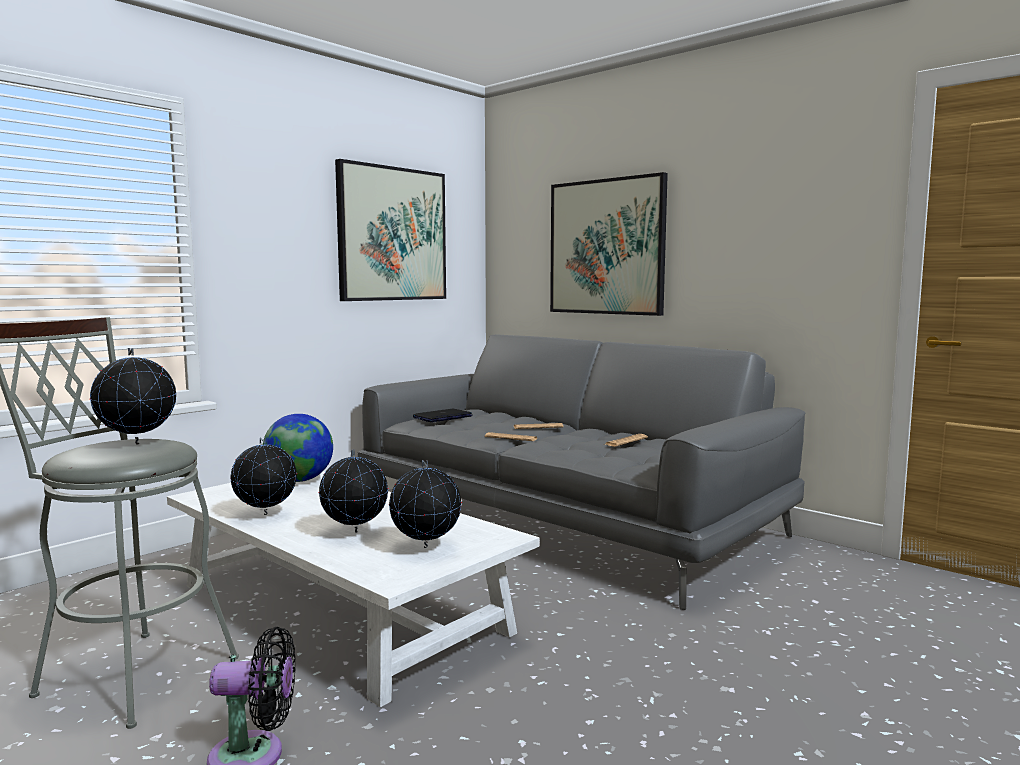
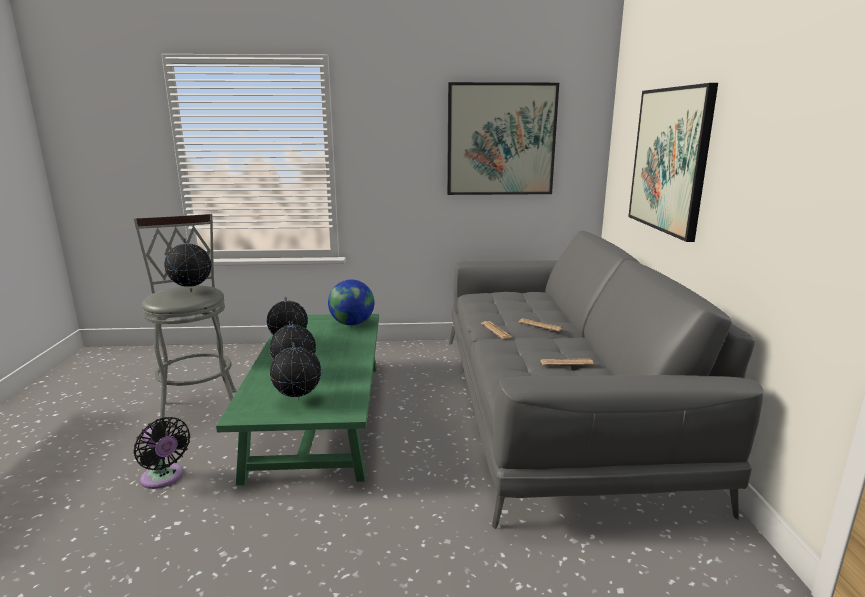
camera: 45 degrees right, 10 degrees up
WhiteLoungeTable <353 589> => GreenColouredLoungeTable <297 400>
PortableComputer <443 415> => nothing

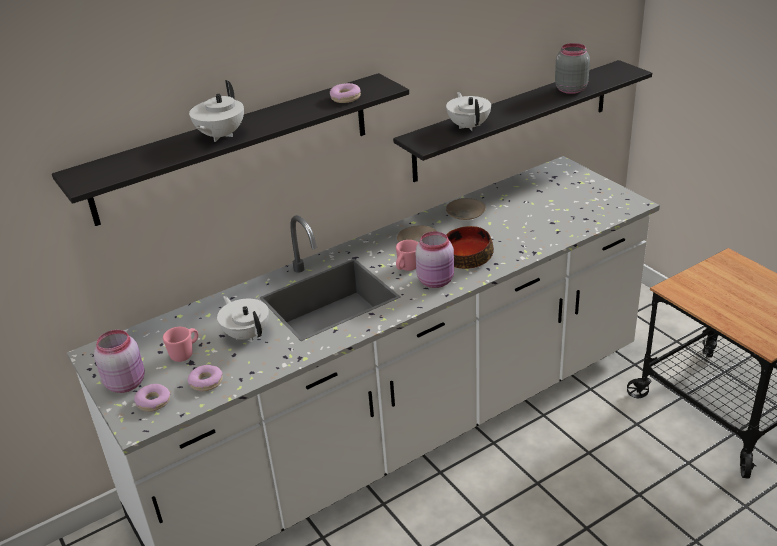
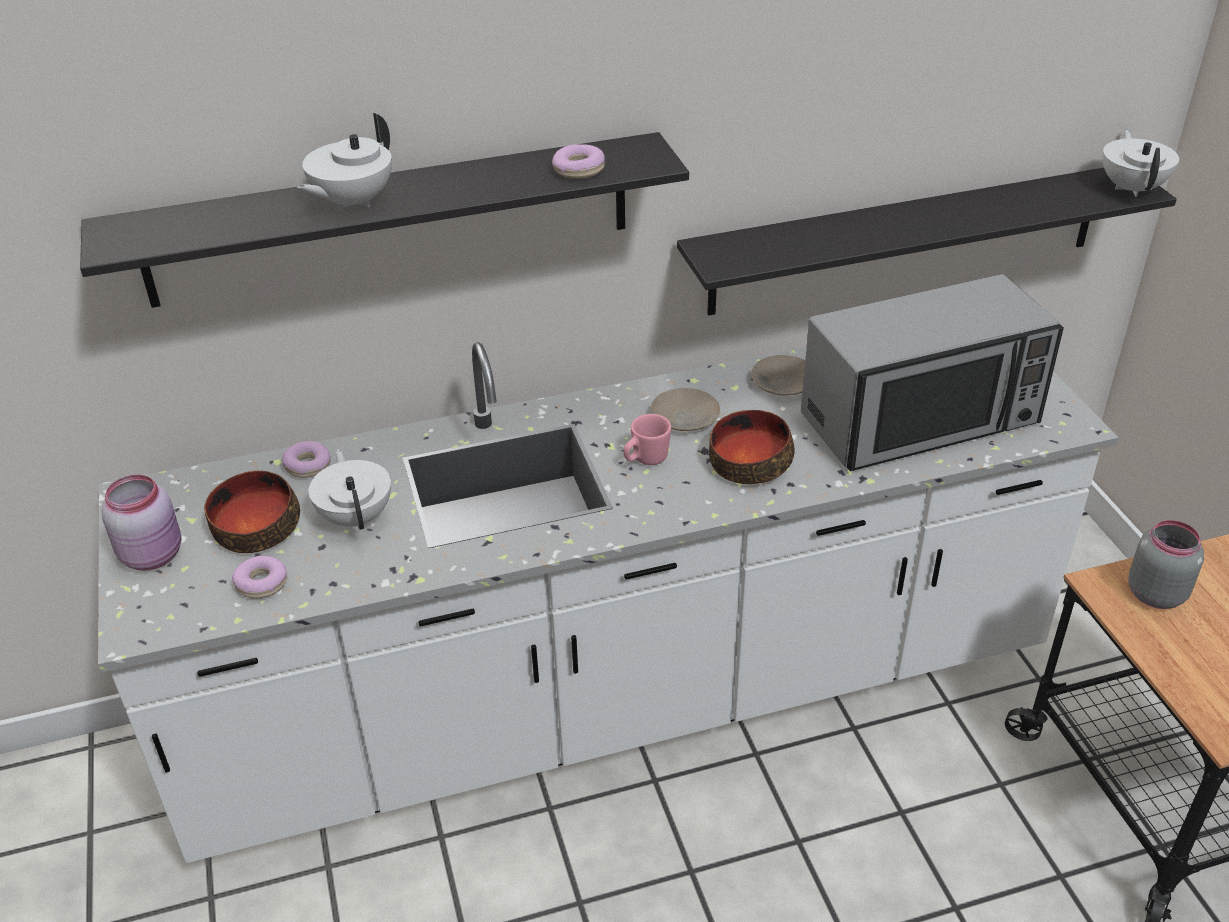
camera: 15 degrees right, 5 degrees up
PinkMug <180 344> => ServingBowl <252 512>
Doughnut <152 398> => Doughnut <306 459>, moved
nothing => KitchenMicrowave <932 372>
WhiteTeapot <468 111> => WhiteTeapot <1141 163>, moved
GreyPreserveJar <572 68> => GreyPreserveJar <1166 564>, moved
PinkPreserveJar <434 259> => nothing

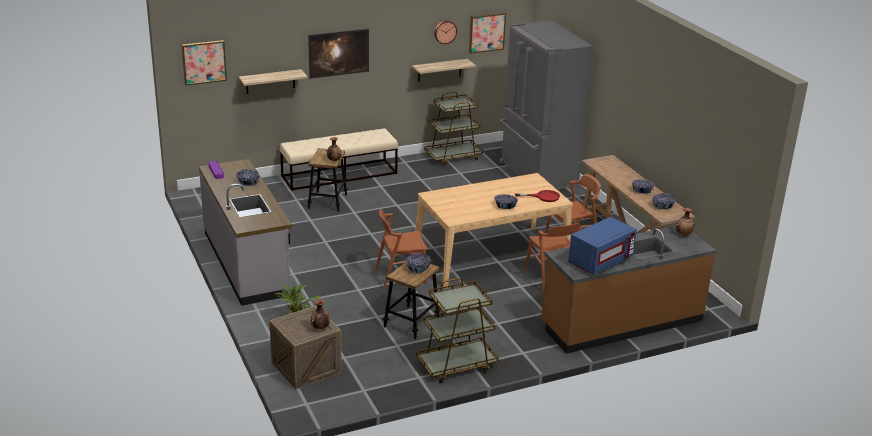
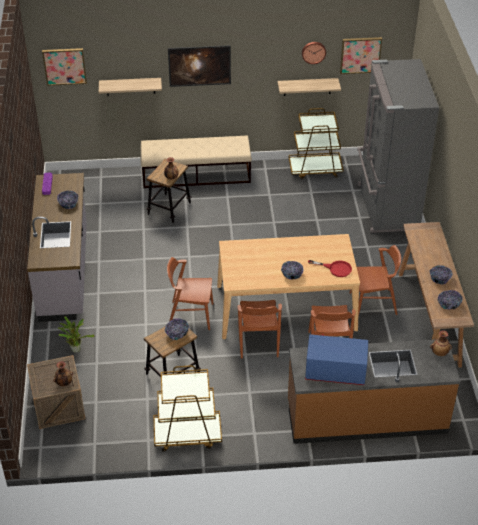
camera: 20 degrees right, 15 degrees up
nothing => BrownColouredChair <259 329>
BluishKitchenMicrowave <602 245> => BluishKitchenMicrowave <336 359>, 150 degrees counterclockwise

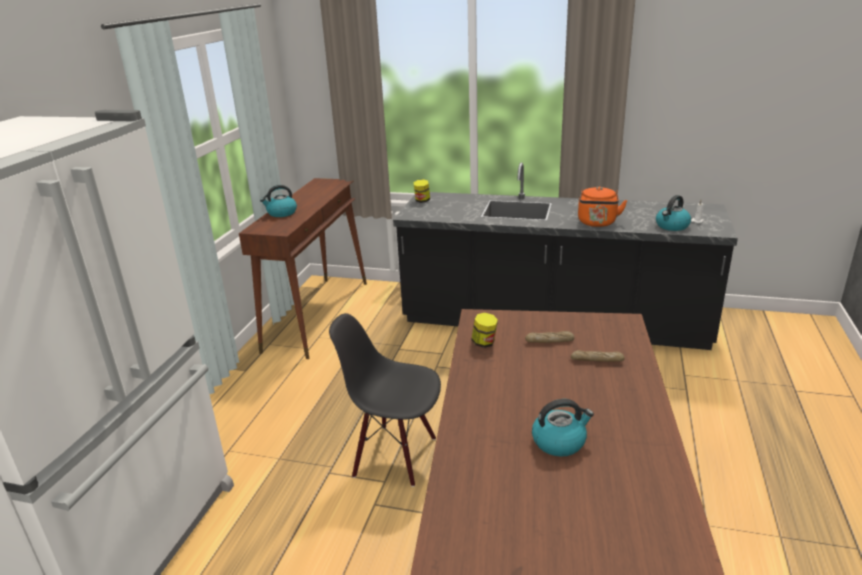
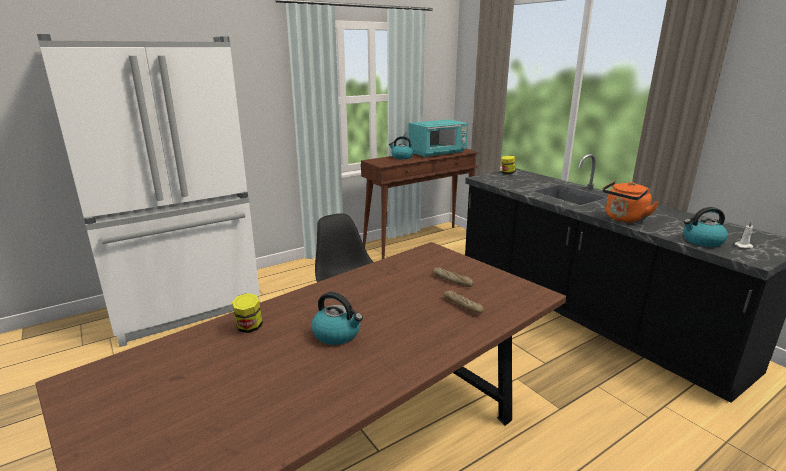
camera: 40 degrees right, 5 degrees down
PreserveJar <484 330> => PreserveJar <247 313>, moved
nothing => BlueGreenKitchenMicrowave <438 138>

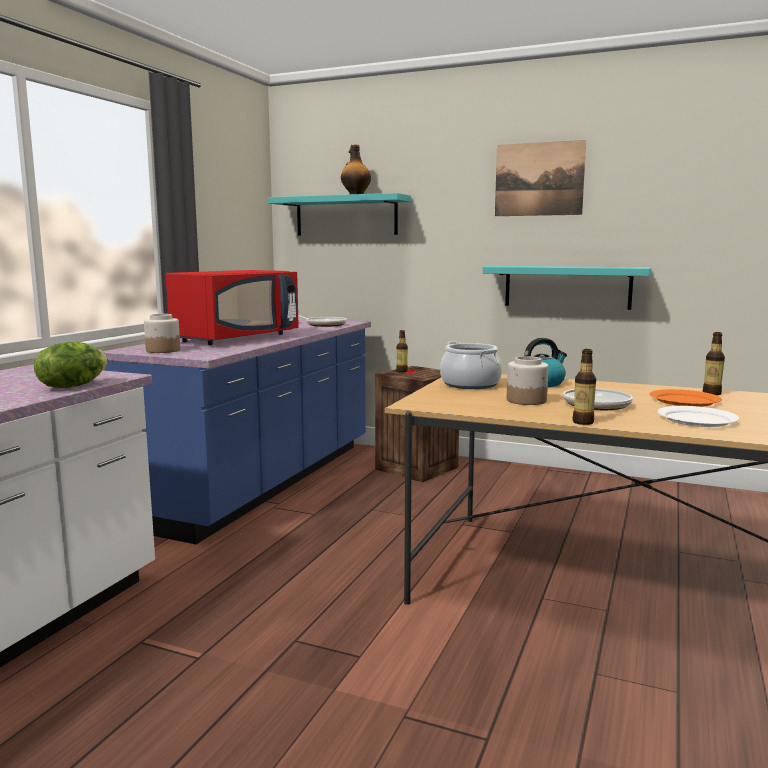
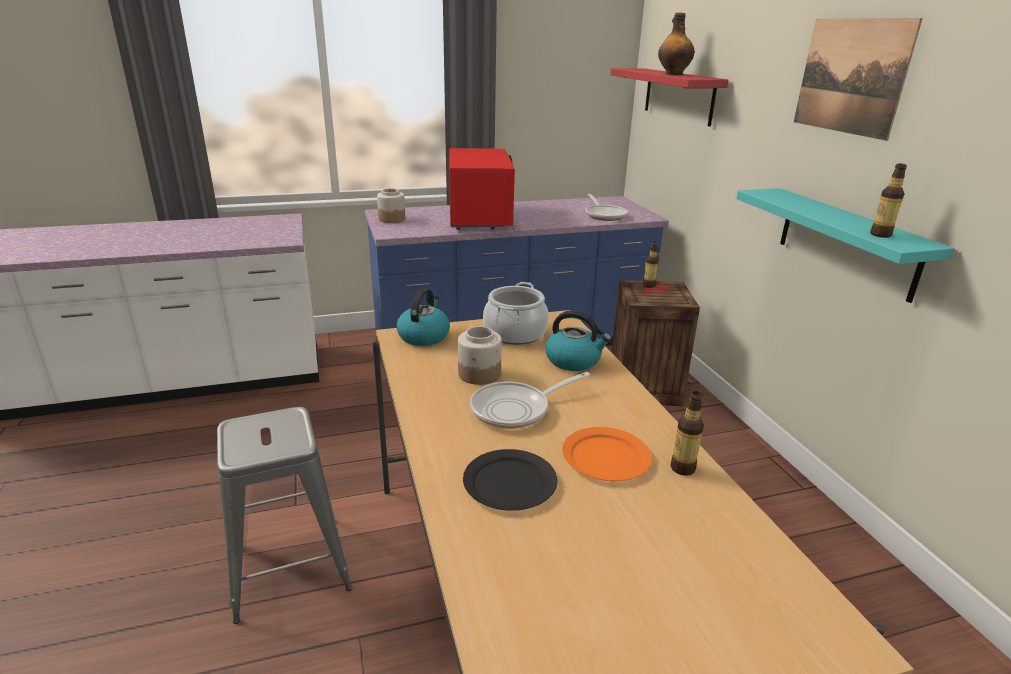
camera: 50 degrees right, 15 degrees up
nothing => GreySittingStool <284 515>
nothing => Kettle <423 317>
ReddishKitchenMicrowave <232 307> => ReddishKitchenMicrowave <482 189>, 90 degrees counterclockwise
WhitePlate <698 416> => BlackishPlate <510 480>
BlueGreenShelf <339 214> => ReddishShelf <669 97>
BeverageBottle <584 387> => BeverageBottle <888 200>, moved
Lettuce <71 365> => nothing

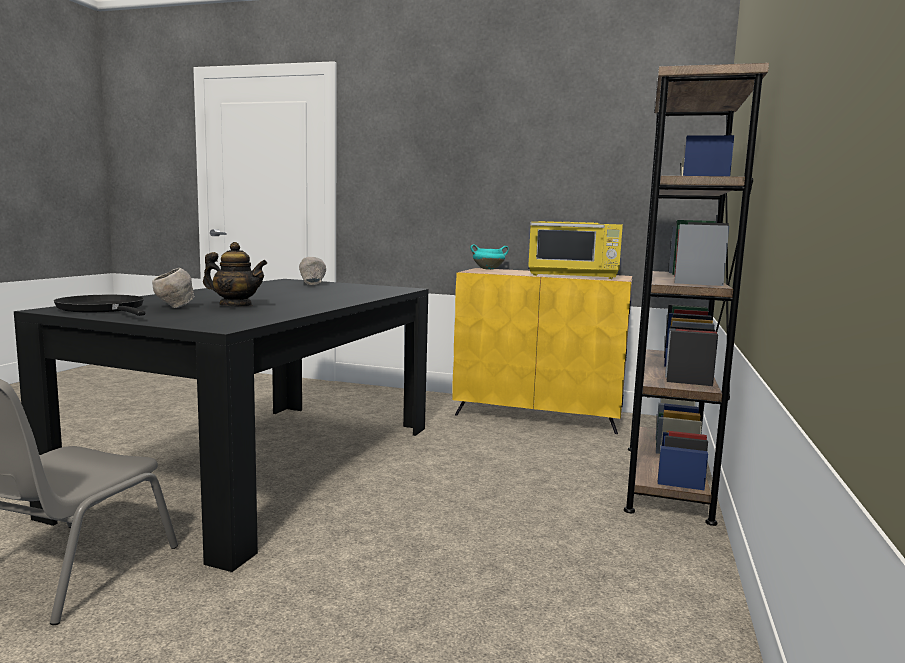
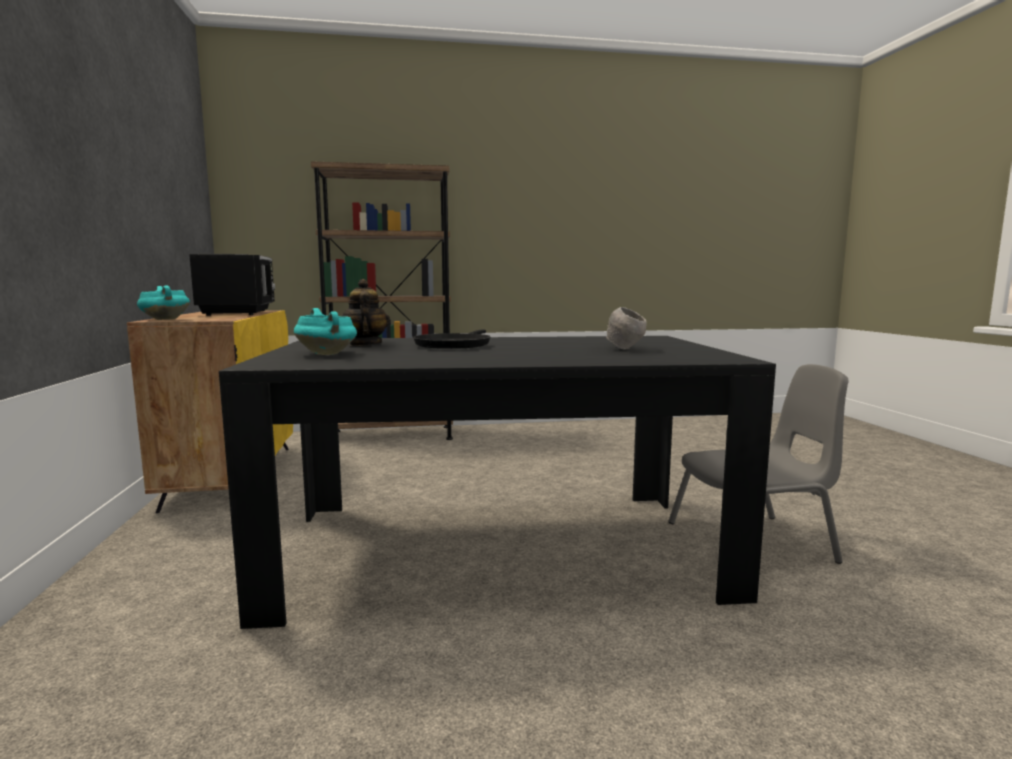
camera: 115 degrees left, 0 degrees up
YellowKitchenMicrowave <575 250> => BlackishKitchenMicrowave <232 285>
GreyServingBowl <312 271> => BlueGreenCookingPot <325 331>
Teapot <235 274> => Teapot <366 312>, moved
BlackishSkillet <99 305> => BlackishSkillet <452 339>, moved

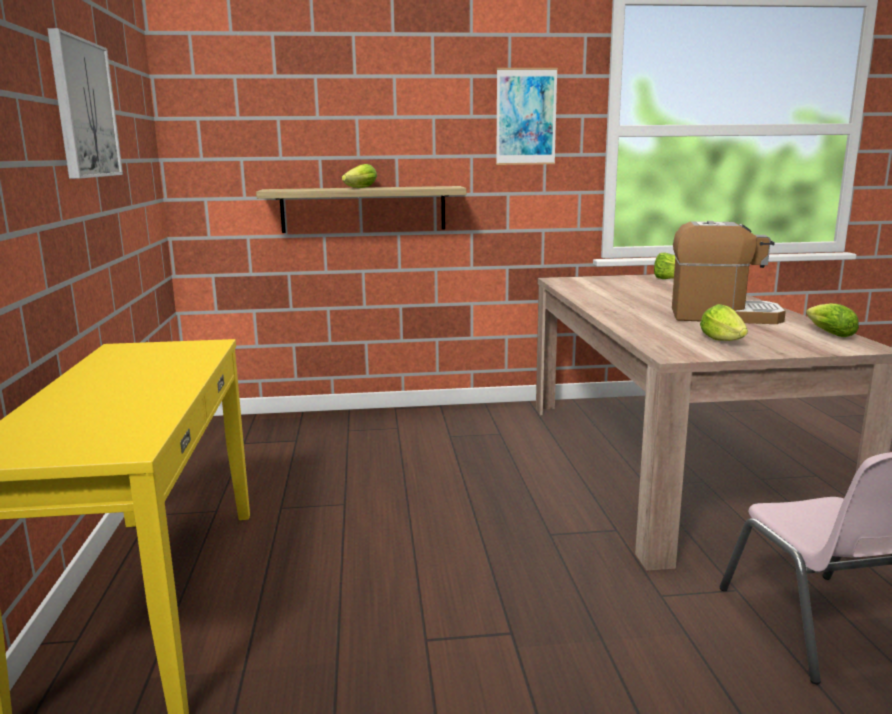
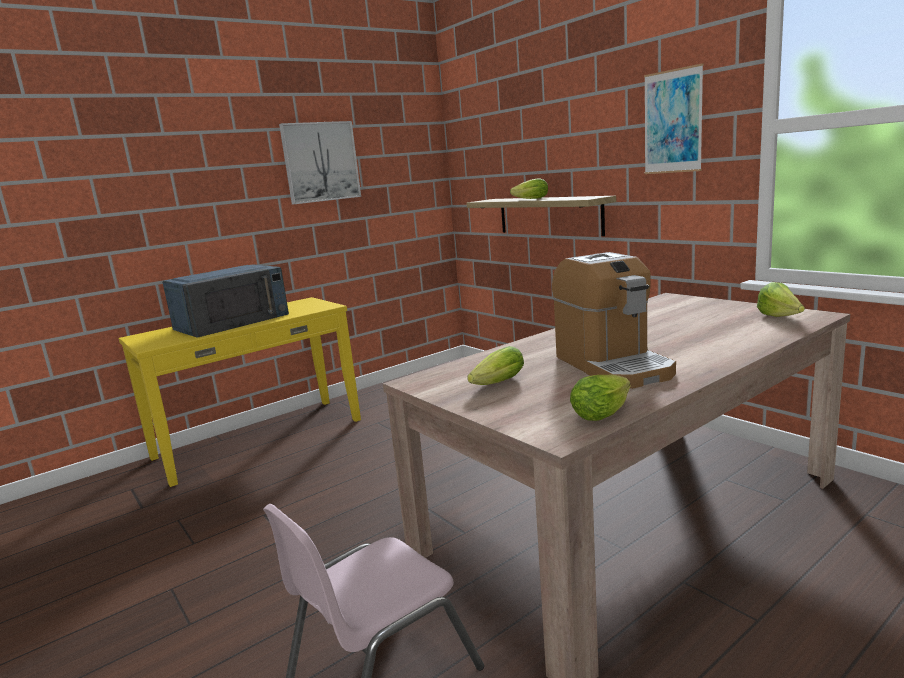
camera: 60 degrees right, 0 degrees up
nothing => BluishKitchenMicrowave <226 301>

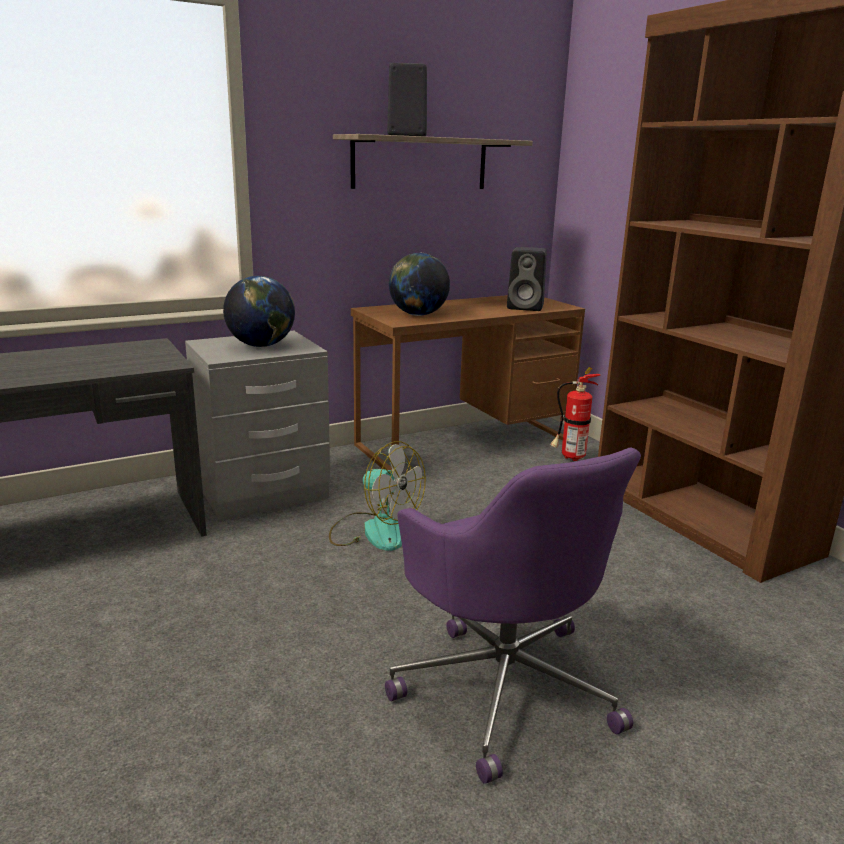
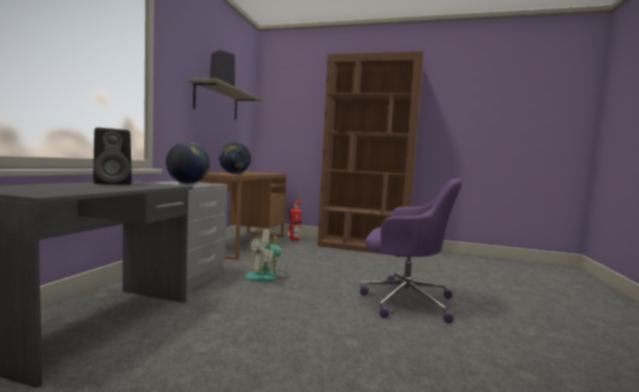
camera: 45 degrees left, 15 degrees down
BlackishSpeaker <527 279> => BlackishSpeaker <112 156>, moved
CoolingFan <377 496> => CoolingFan <267 254>, 150 degrees clockwise

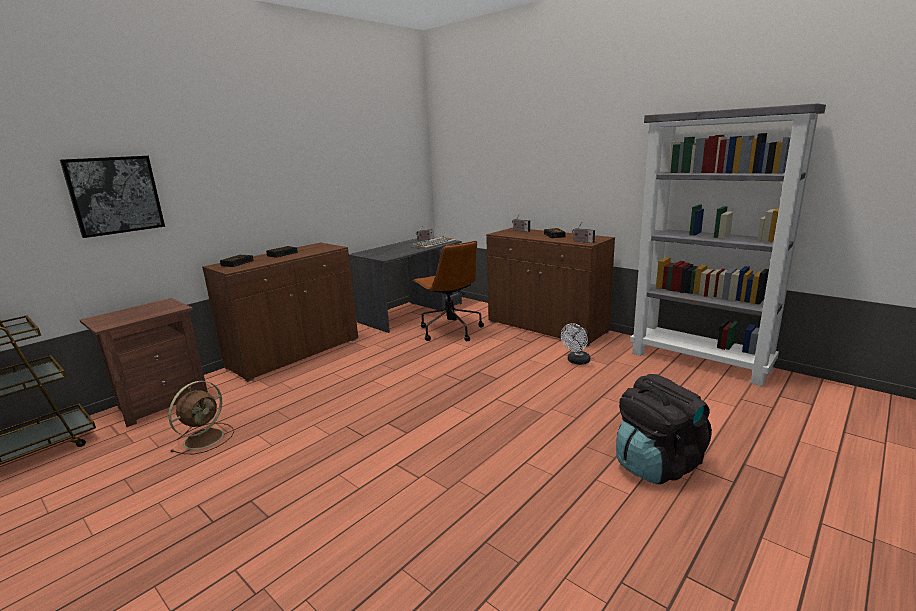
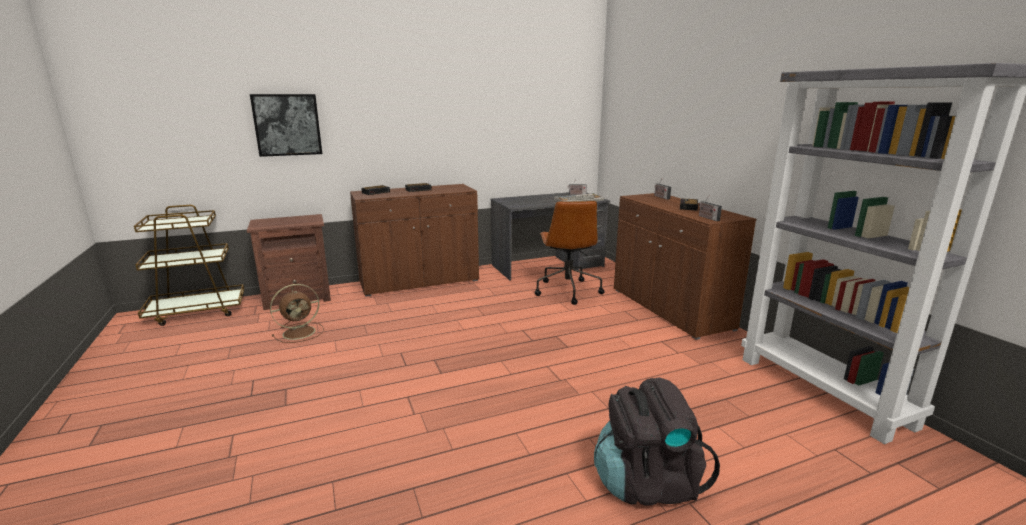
camera: 25 degrees right, 0 degrees up
WhiteCoolingFan <575 344> => nothing

